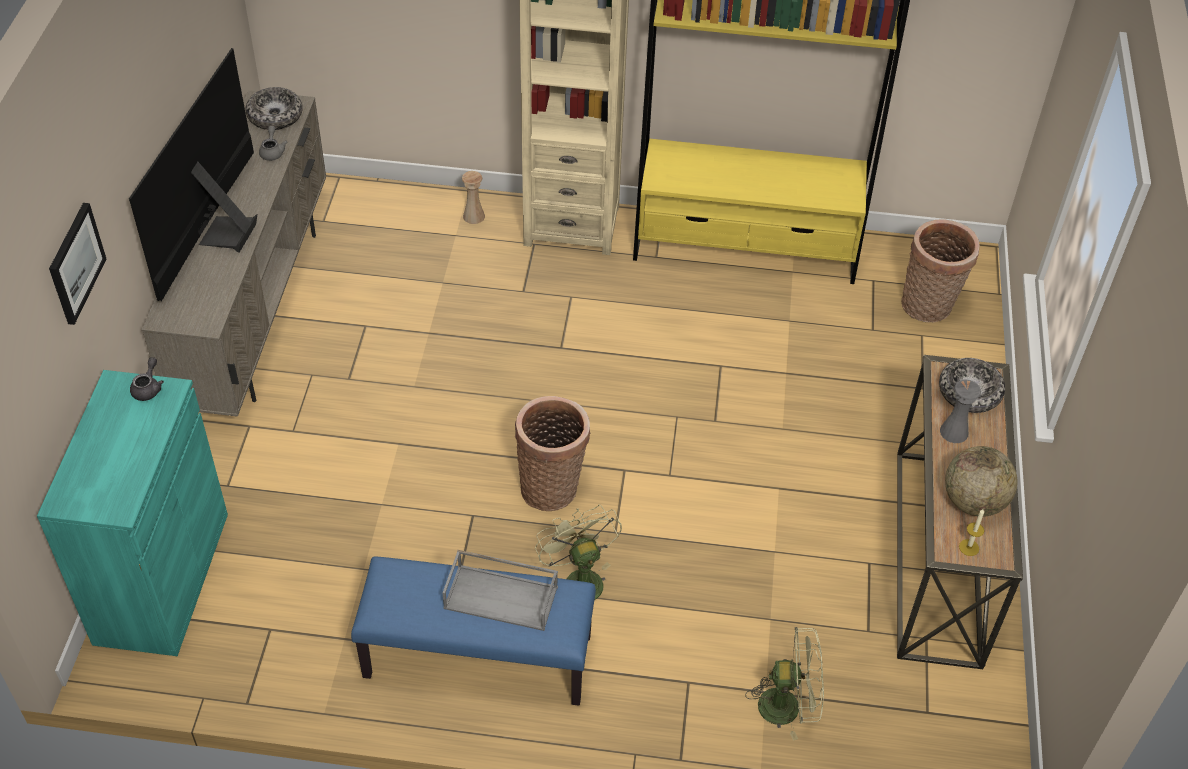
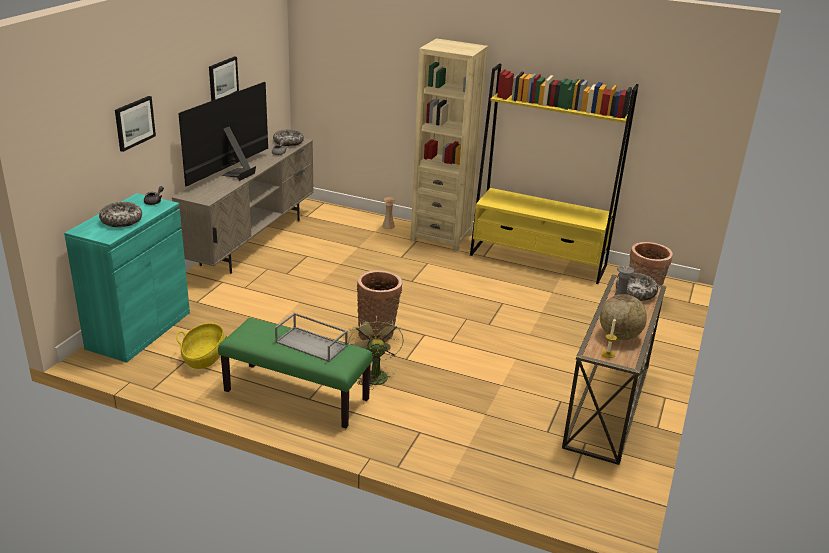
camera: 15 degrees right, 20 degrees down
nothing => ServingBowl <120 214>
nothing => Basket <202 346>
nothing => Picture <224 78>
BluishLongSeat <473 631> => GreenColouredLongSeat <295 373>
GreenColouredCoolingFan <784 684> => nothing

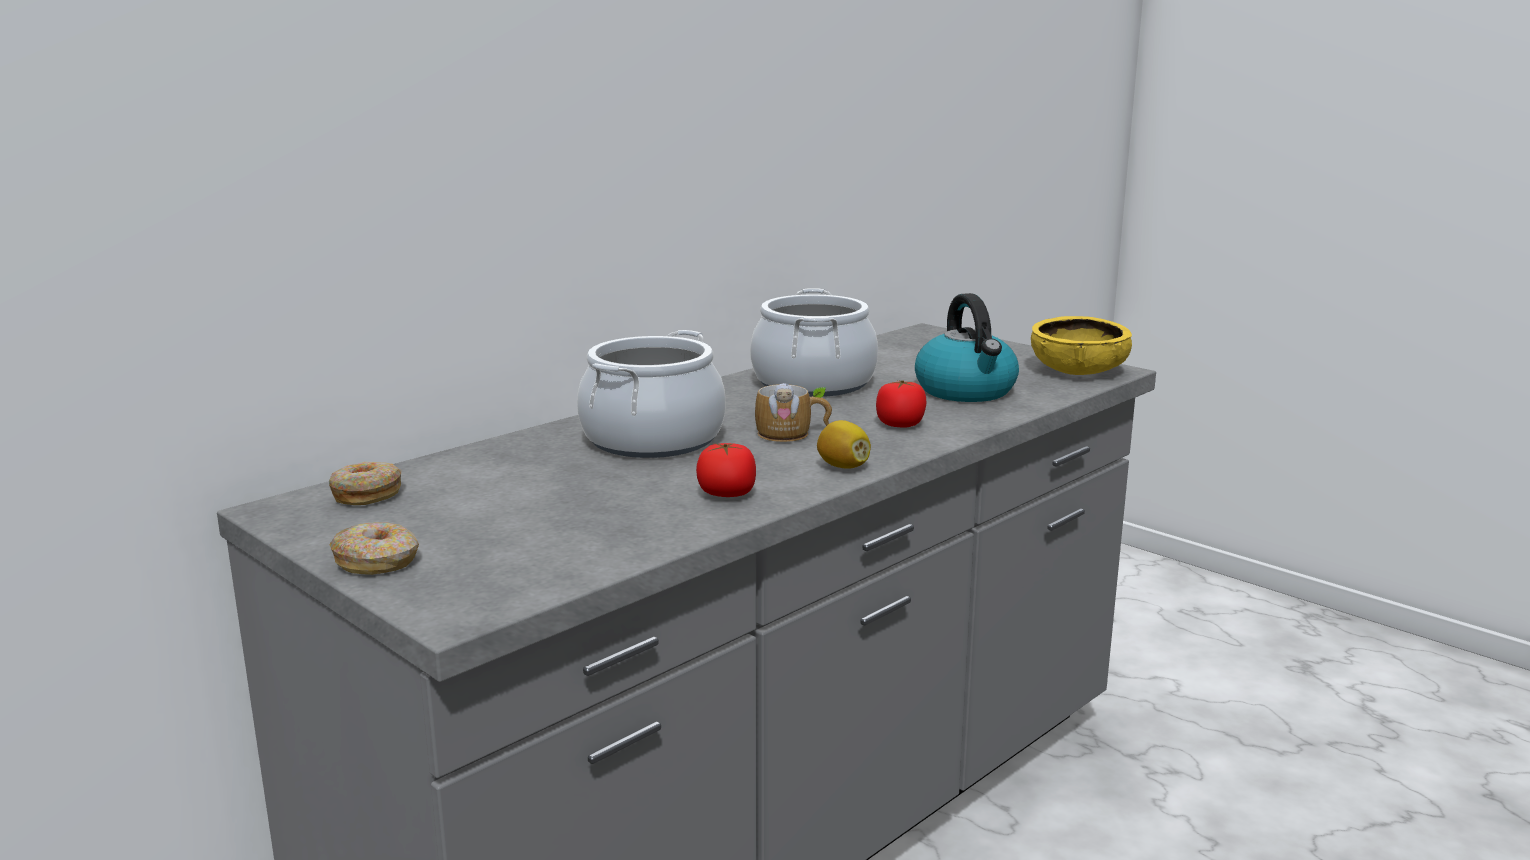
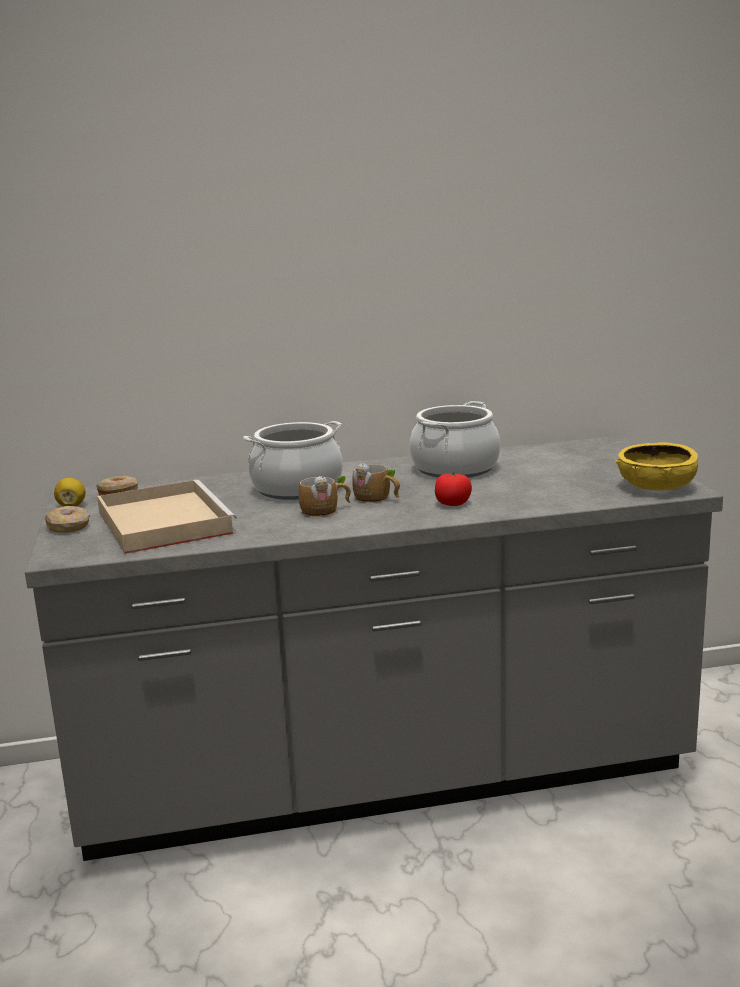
camera: 35 degrees right, 0 degrees up
Lemon <844 444> => Lemon <70 492>, moved
nothing => SandColouredCarryingTray <167 517>
nothing => Mug <325 496>
FreshTomato <726 470> => nothing
Kettle <967 347> => nothing

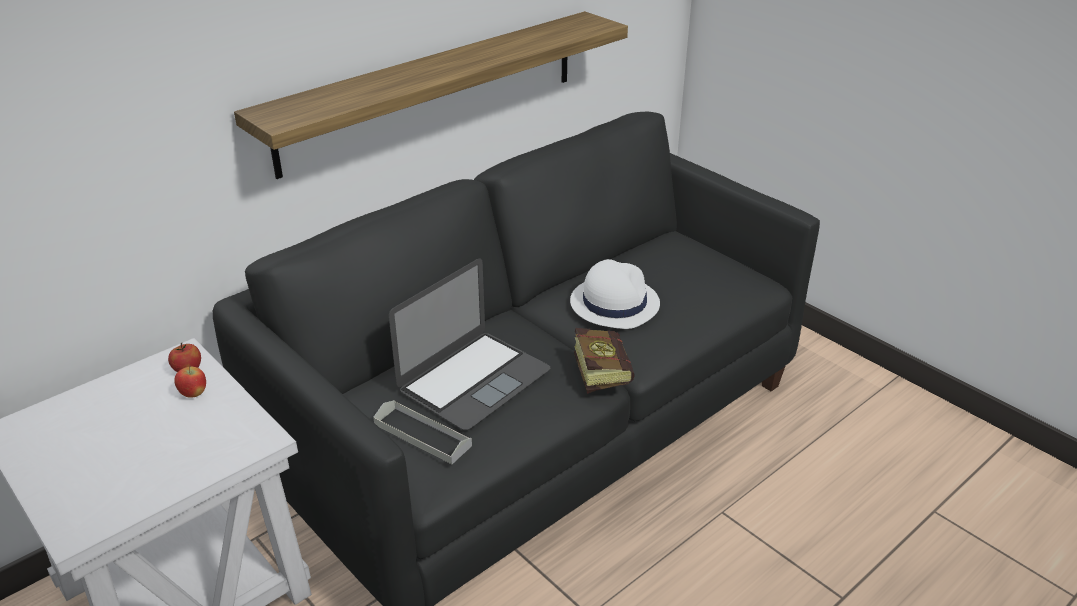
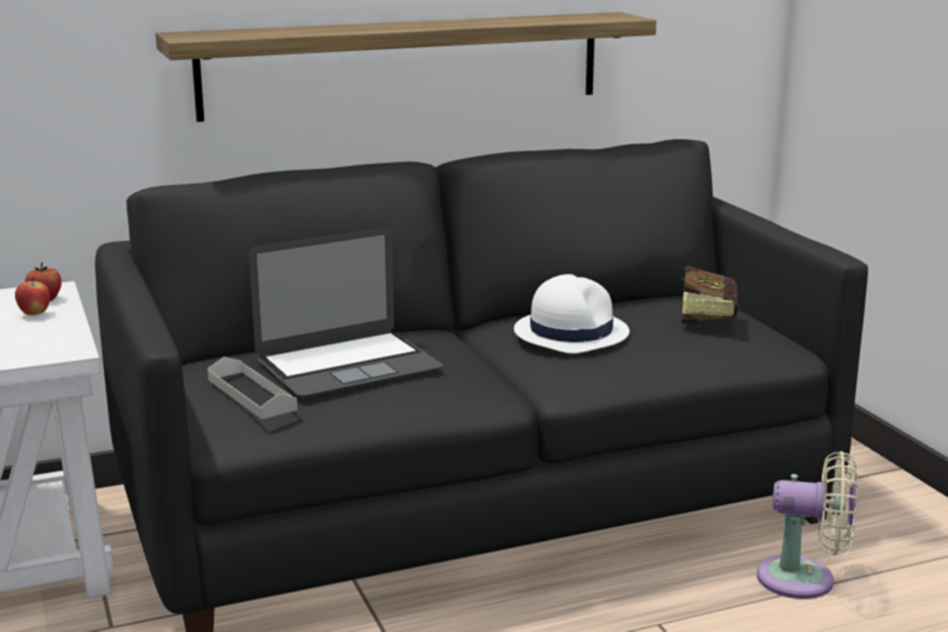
camera: 20 degrees right, 15 degrees down
BoundBook <604 361> => BoundBook <709 294>, moved
nothing => SandColouredCoolingFan <807 525>

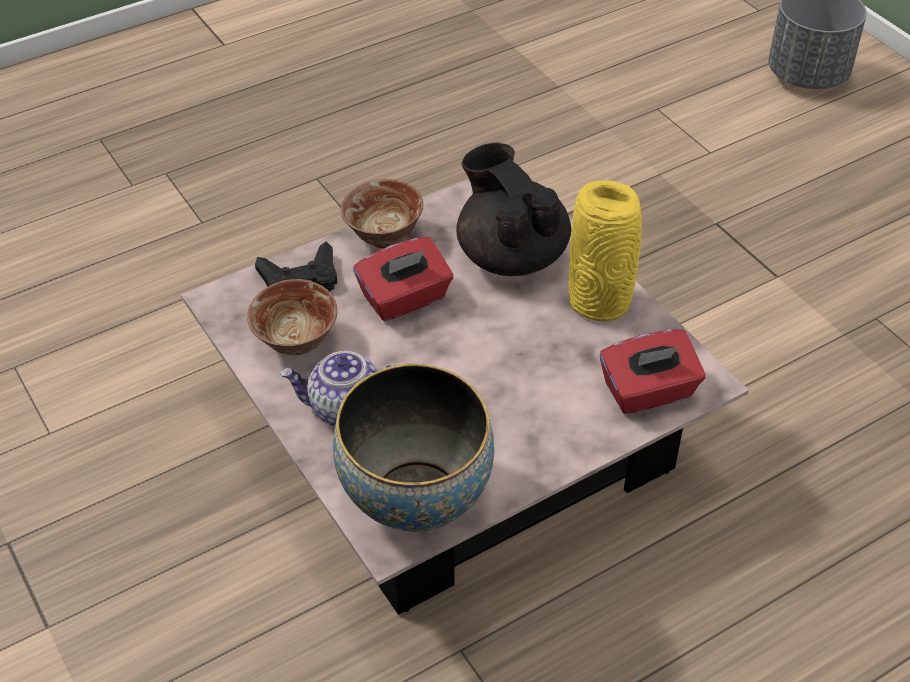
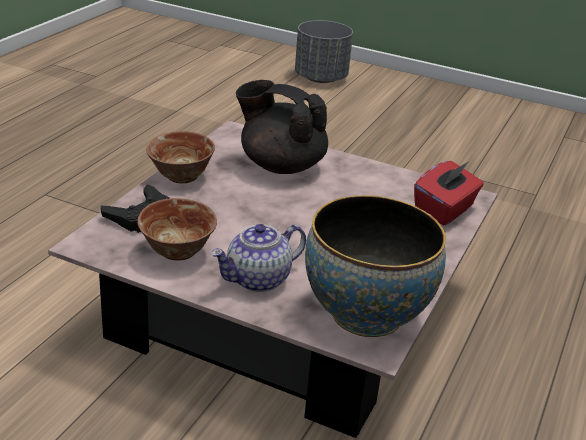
camera: 35 degrees left, 15 degrees down
ReddishTissueBox <403 279> => nothing
YellowFlowerVase <605 251> => nothing

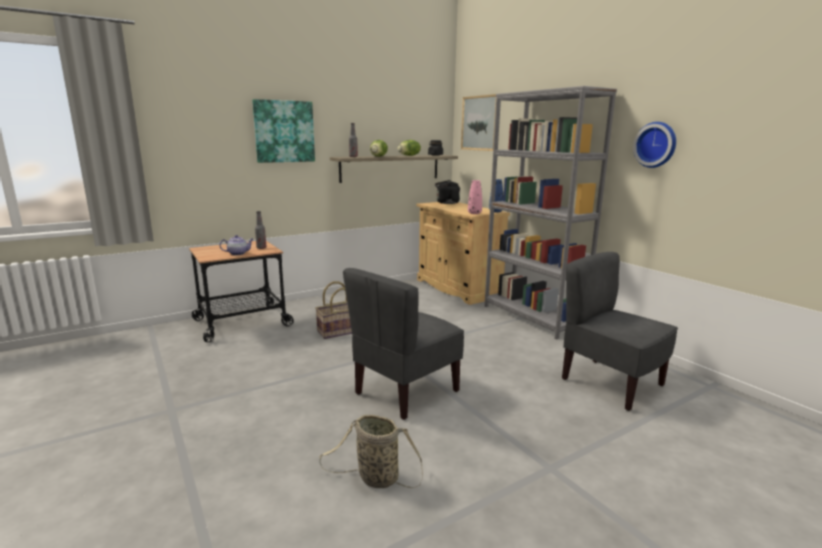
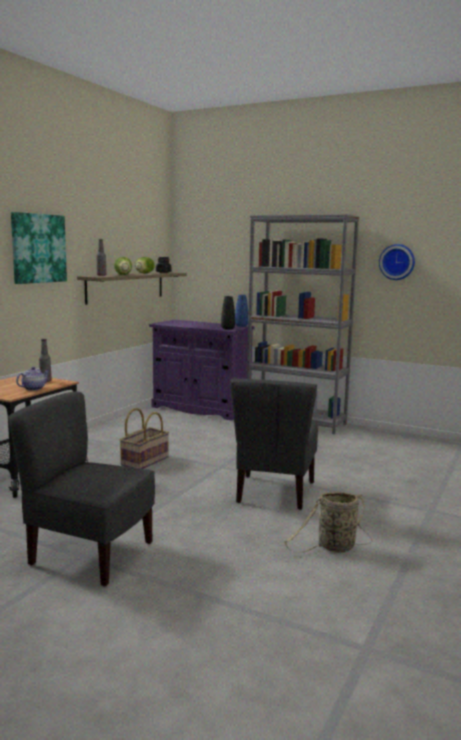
camera: 30 degrees left, 5 degrees down
GreyChair <620 331> => GreyChair <81 489>, moved
SandColouredStorageCabinet <463 253> => PurpleStorageCabinet <202 370>
PinkFlowerVase <475 197> => BlackishFlowerVase <228 312>
BlackishKettle <447 192> => nothing
Picture <478 122> => nothing

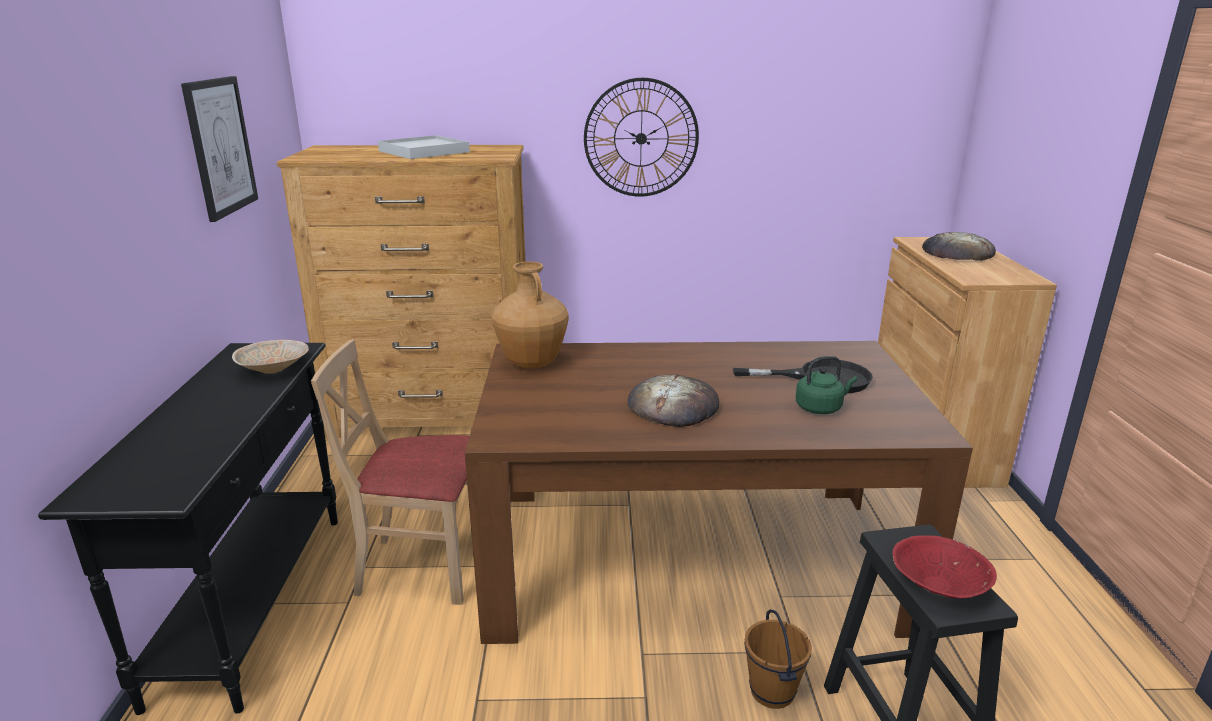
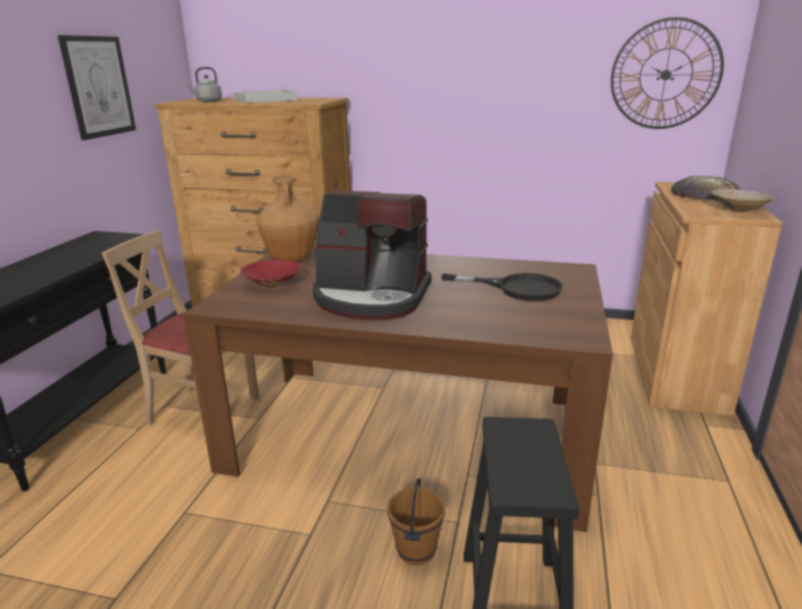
camera: 15 degrees right, 0 degrees up
nothing => GreyKettle <204 84>
ReddishServingBowl <944 567> => ReddishServingBowl <271 273>, moved
Bread <673 400> => CoffeeBrewer <372 255>
WallClock <641 137> => WallClock <667 73>, moved
SandColouredServingBowl <270 356> => SandColouredServingBowl <743 200>, moved
GreenColouredKettle <826 385> => nothing

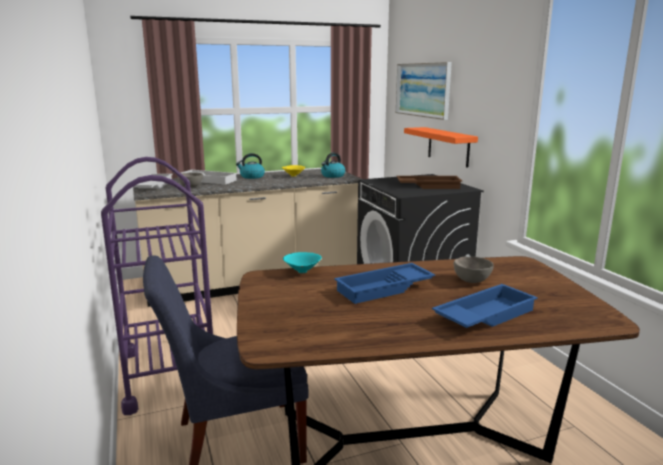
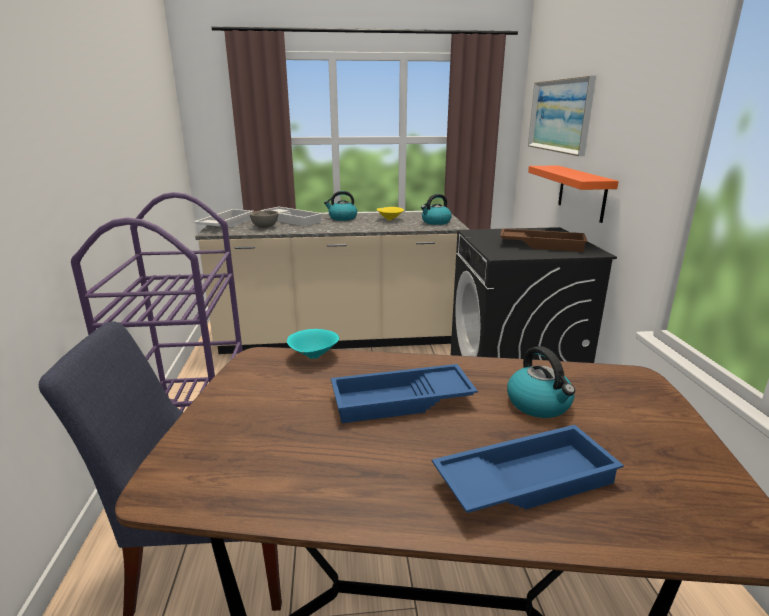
camera: 15 degrees right, 5 degrees up
GreyServingBowl <473 269> => Kettle <541 382>

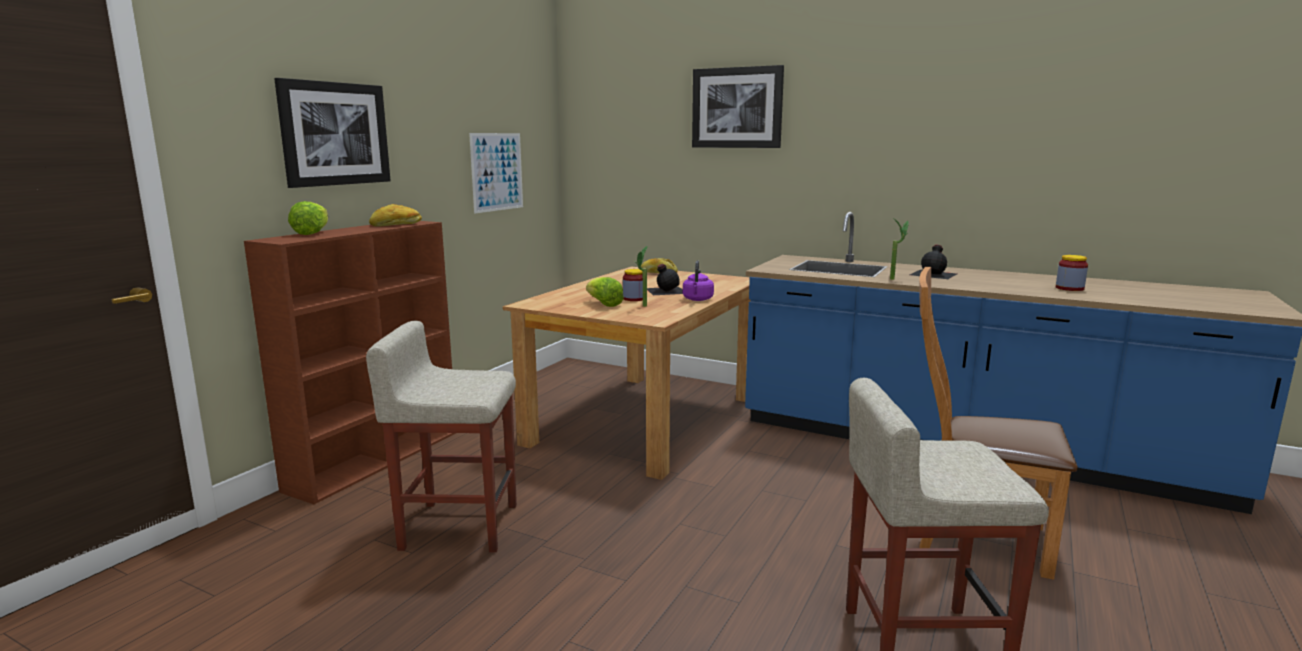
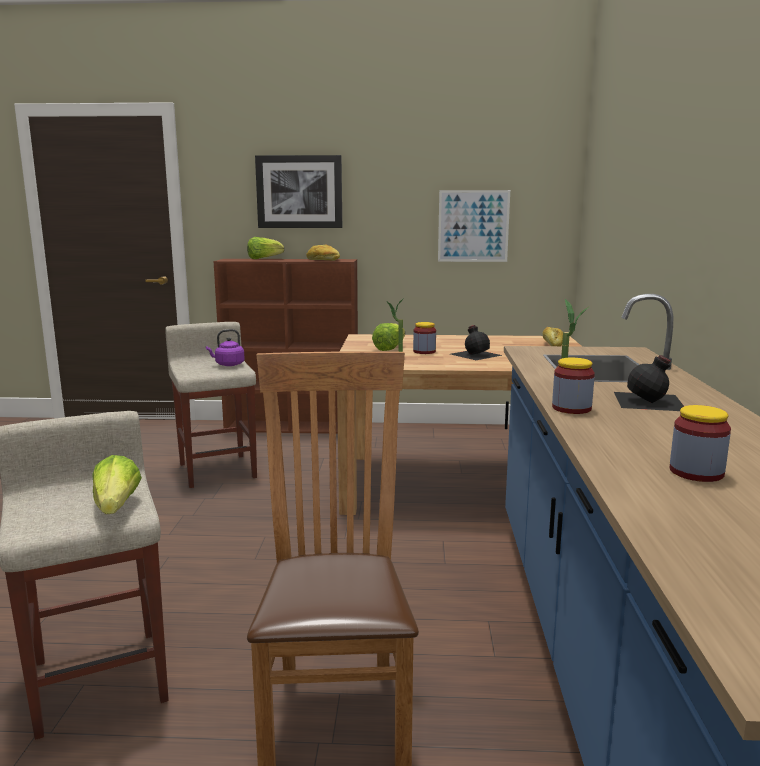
camera: 65 degrees right, 0 degrees up
nothing => Lettuce <117 484>
PurpleKettle <698 280> => PurpleKettle <225 347>, moved
nothing => PreserveJar <573 386>
Picture <738 106> => nothing

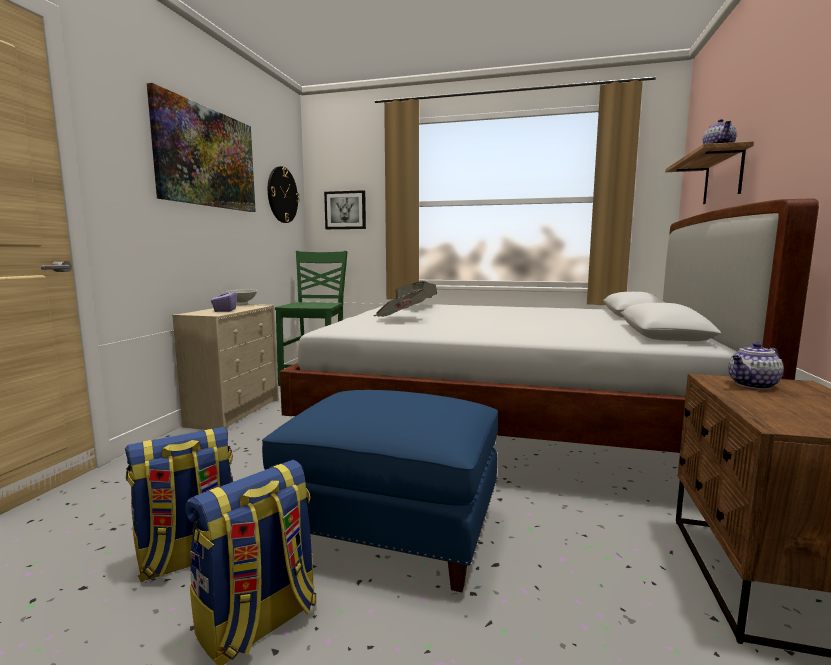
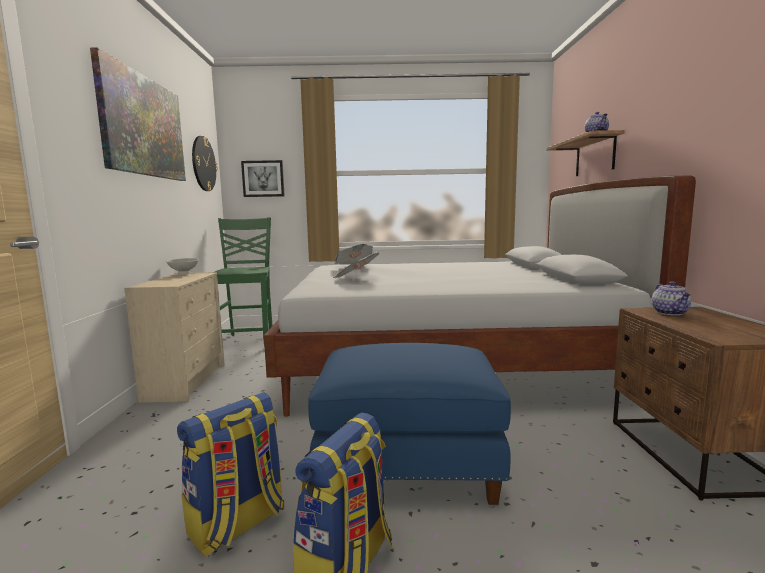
camera: 15 degrees left, 0 degrees up
Teapot <756 365> => Teapot <671 298>, 45 degrees counterclockwise
PurpleTissueBox <224 299> => nothing

